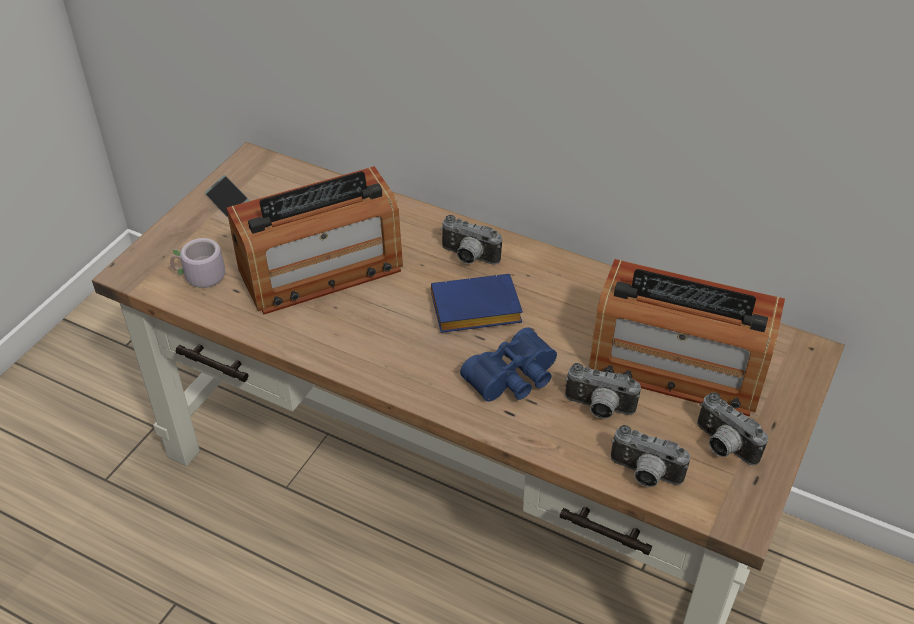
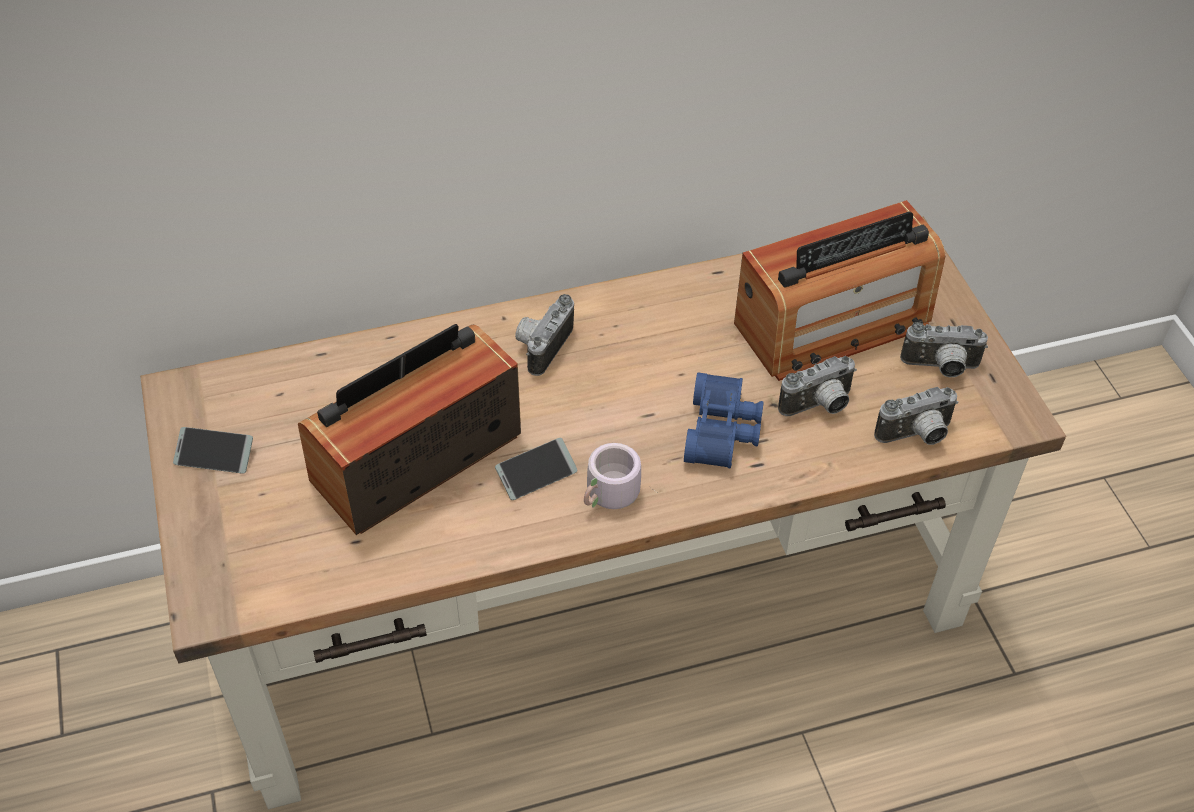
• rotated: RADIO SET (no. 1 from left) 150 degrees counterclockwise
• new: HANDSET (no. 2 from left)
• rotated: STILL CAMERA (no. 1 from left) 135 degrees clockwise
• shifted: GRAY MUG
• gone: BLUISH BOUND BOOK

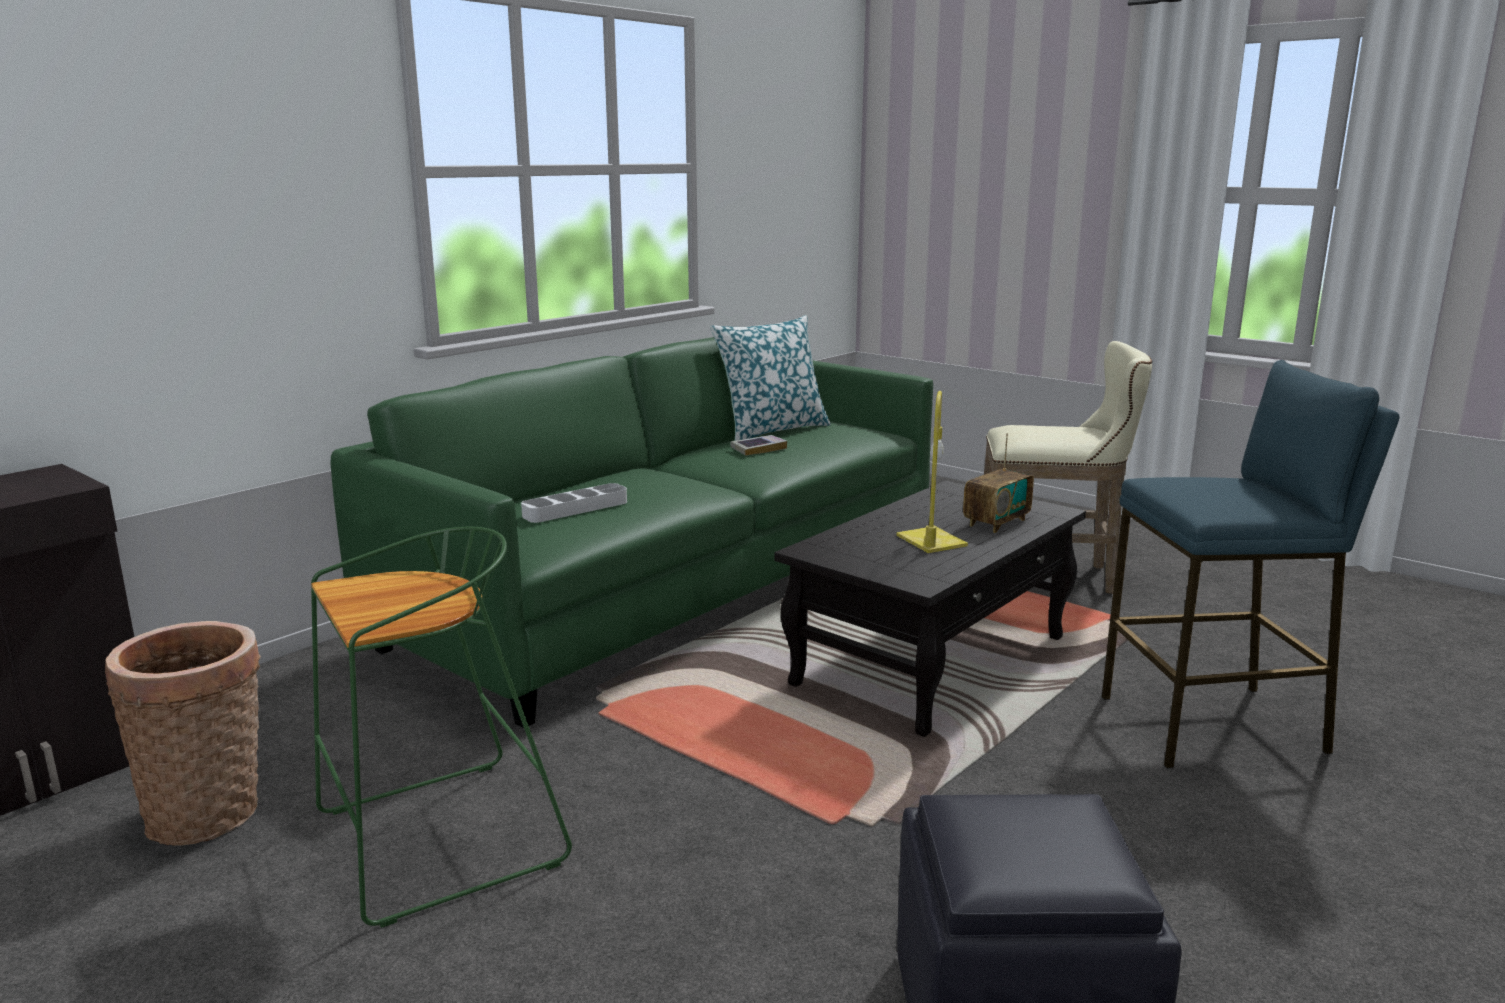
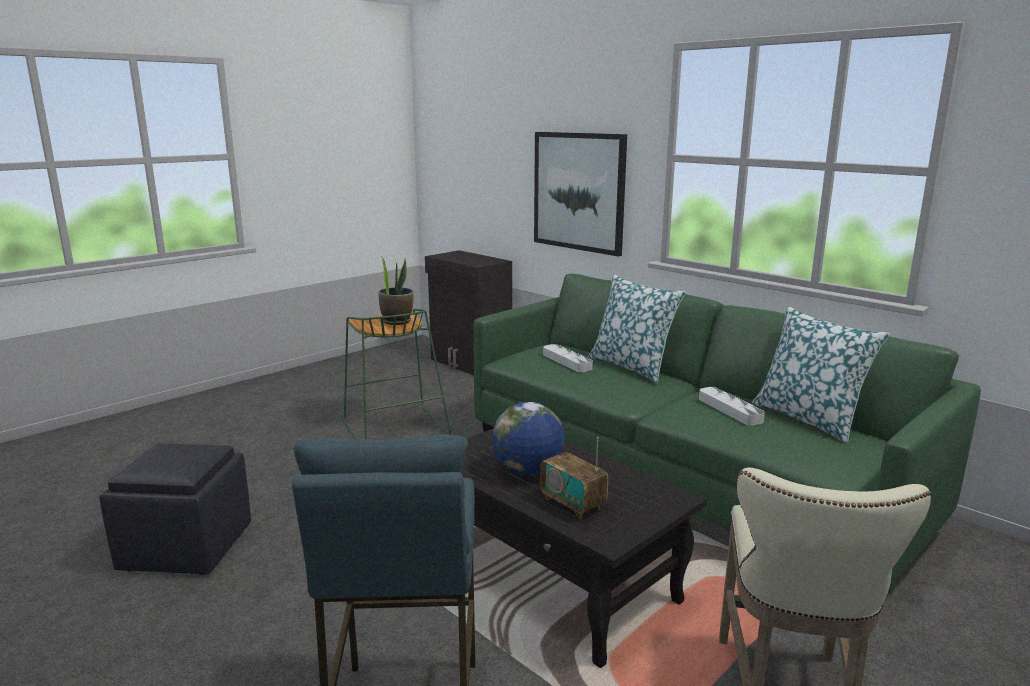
• new: PLANT IN A POT
• swapped: YELLOWISH LAMP FOR A TABLE to WORLD GLOBE
• new: PICTURE
• new: PILLOW (no. 1 from left)
• swapped: BOUND BOOK to GRAY CARRYING TRAY (no. 2 from left)
• gone: BASKET

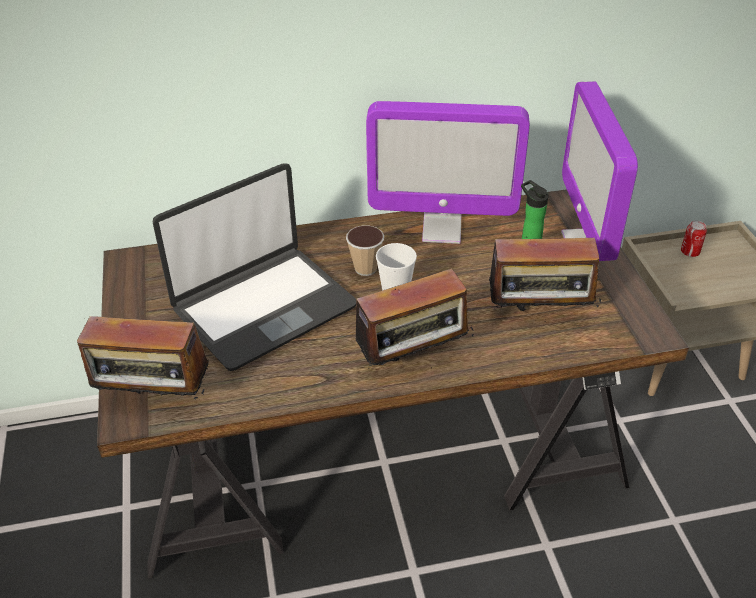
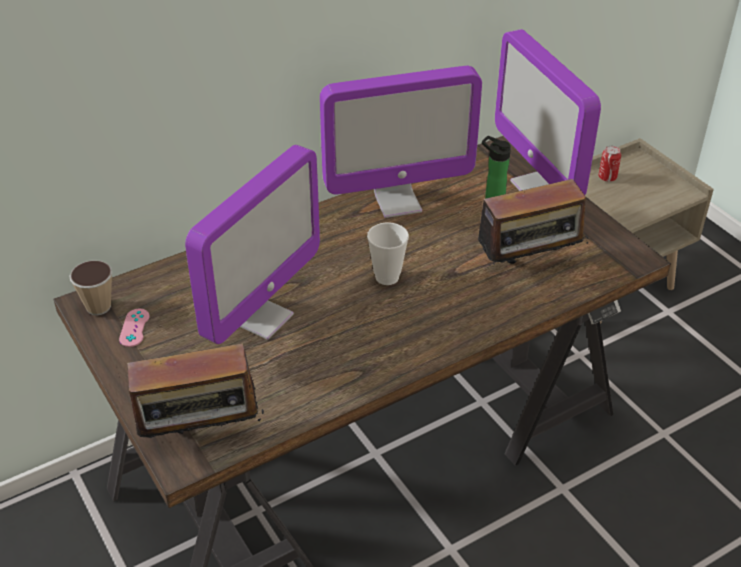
• shifted: DRINKING CUP (no. 1 from left)
• new: PINK-COLOURED GAME CONTROLLER
• swapped: NOTEBOOK COMPUTER to COMPUTER DISPLAY (no. 1 from left)
• gone: RADIO SET (no. 2 from left)

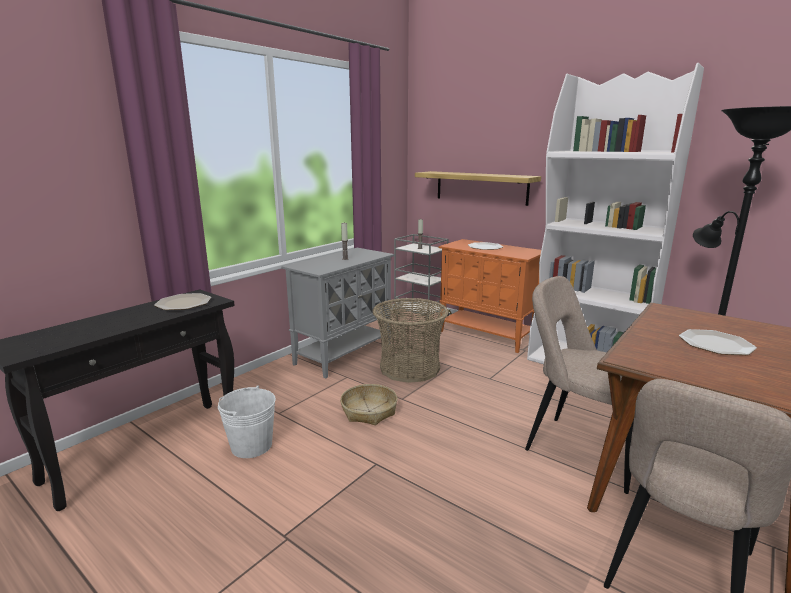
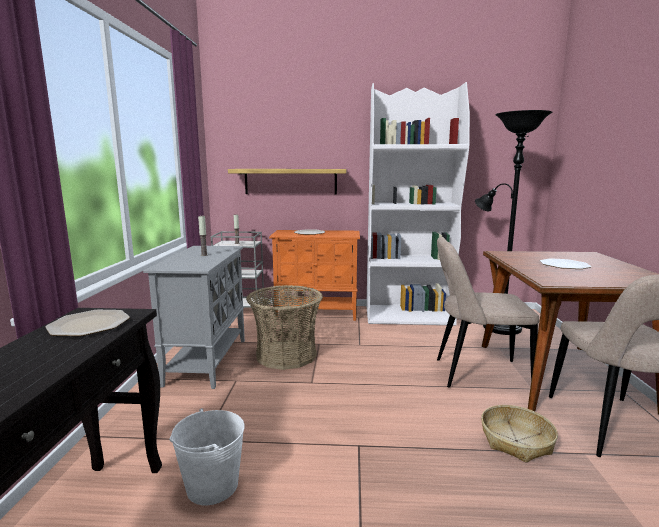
• shifted: BASKET (no. 1 from left in the first image) to BASKET (no. 2 from left)

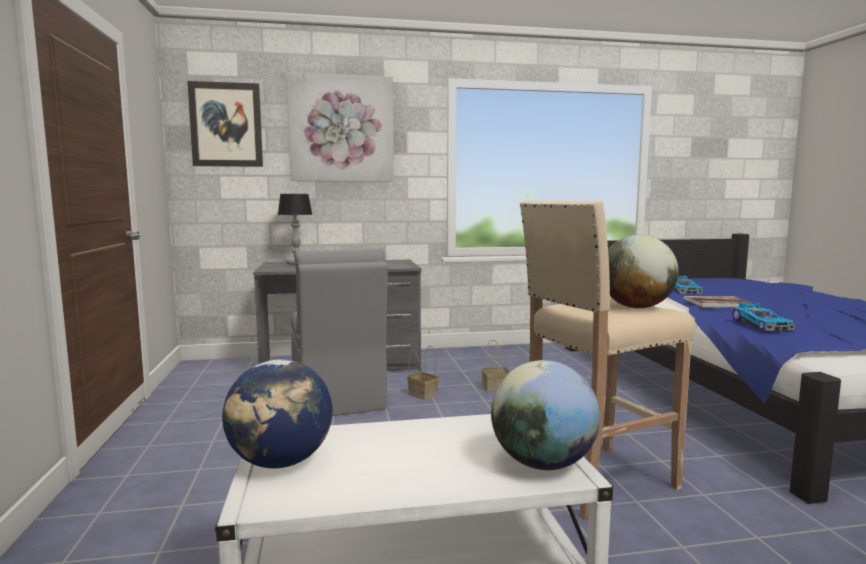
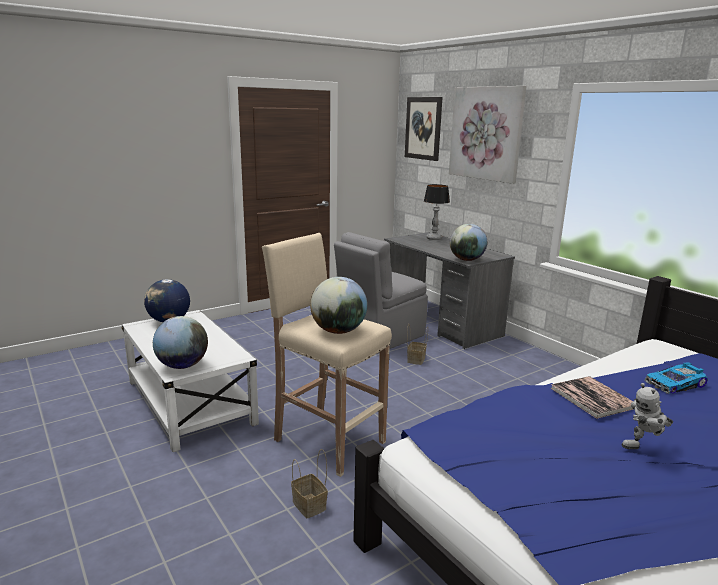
• shifted: BASKET (no. 2 from left in the first image) to BASKET (no. 1 from left)
• new: WORLD GLOBE (no. 4 from left)
• new: TOY ROBOT
• gone: MINIATURE CAR (no. 2 from left)

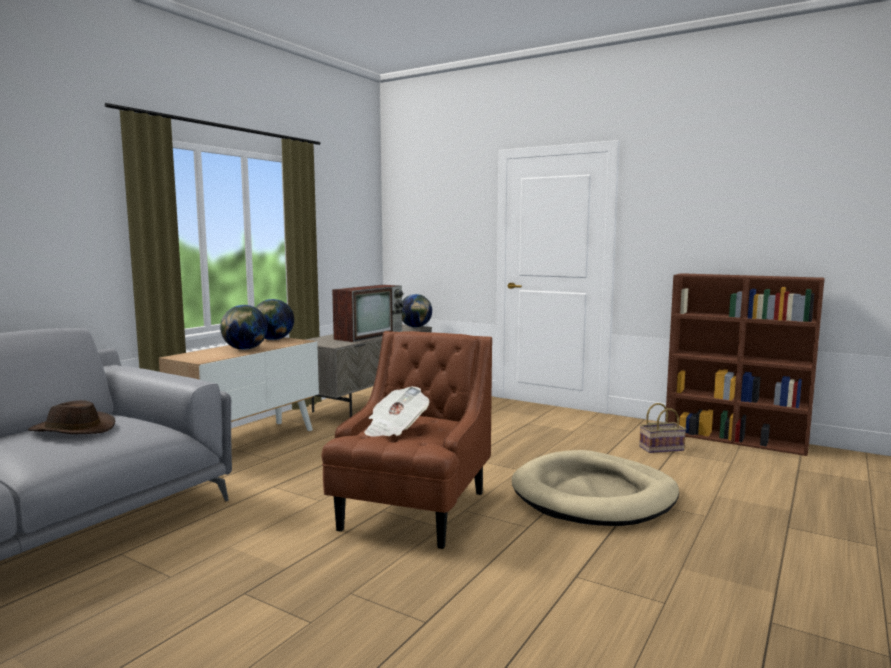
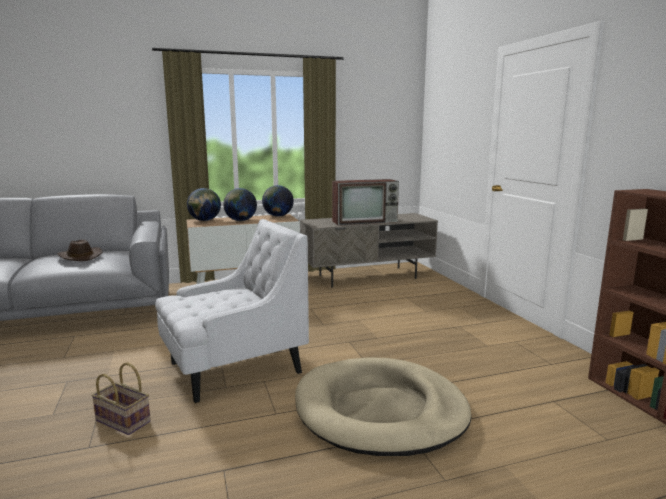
• shifted: BASKET
• repainted: BROWN LOUNGE CHAIR to WHITE-COLOURED LOUNGE CHAIR
• shifted: WORLD GLOBE (no. 3 from left in the first image) to WORLD GLOBE (no. 1 from left)
• gone: DAILY PAPER

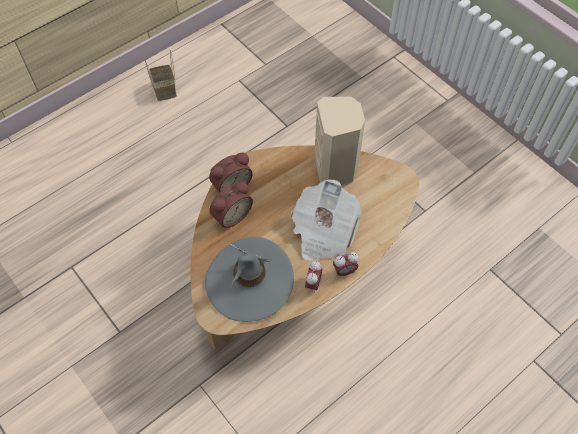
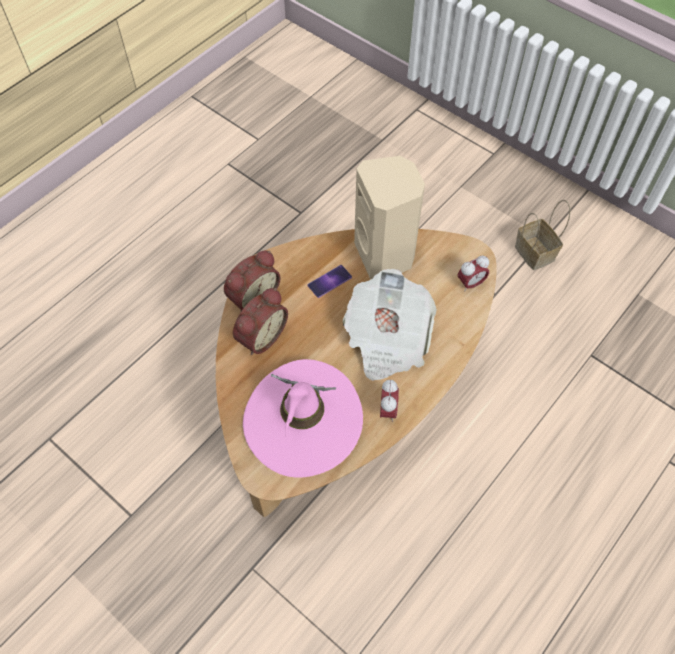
• repainted: GRAY WEARABLE HAT to PINK-COLOURED WEARABLE HAT
• new: HANDSET
• shifted: TABLE CLOCK (no. 4 from left)
• shifted: BASKET

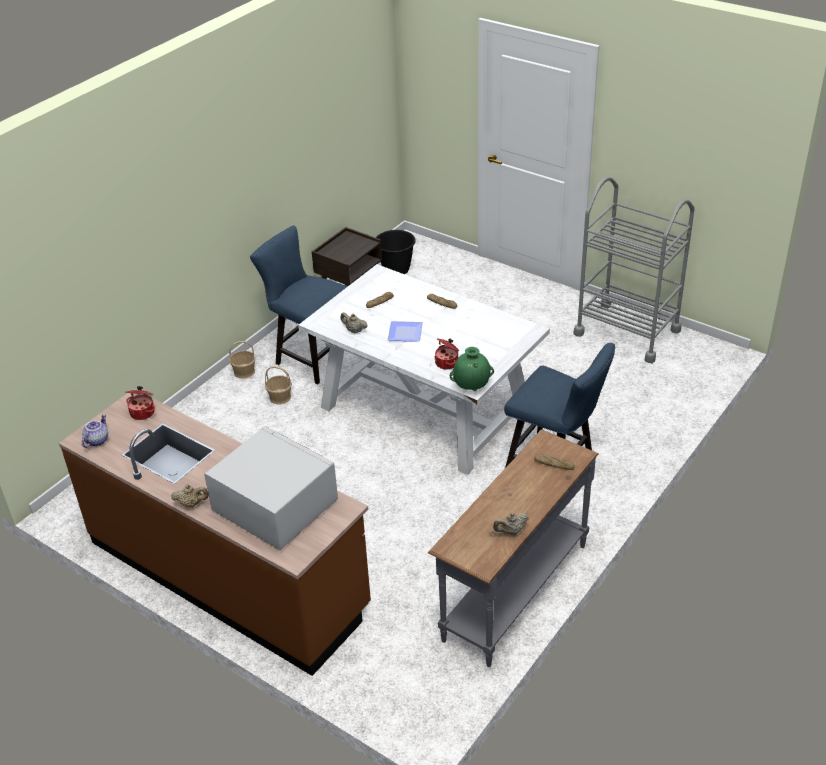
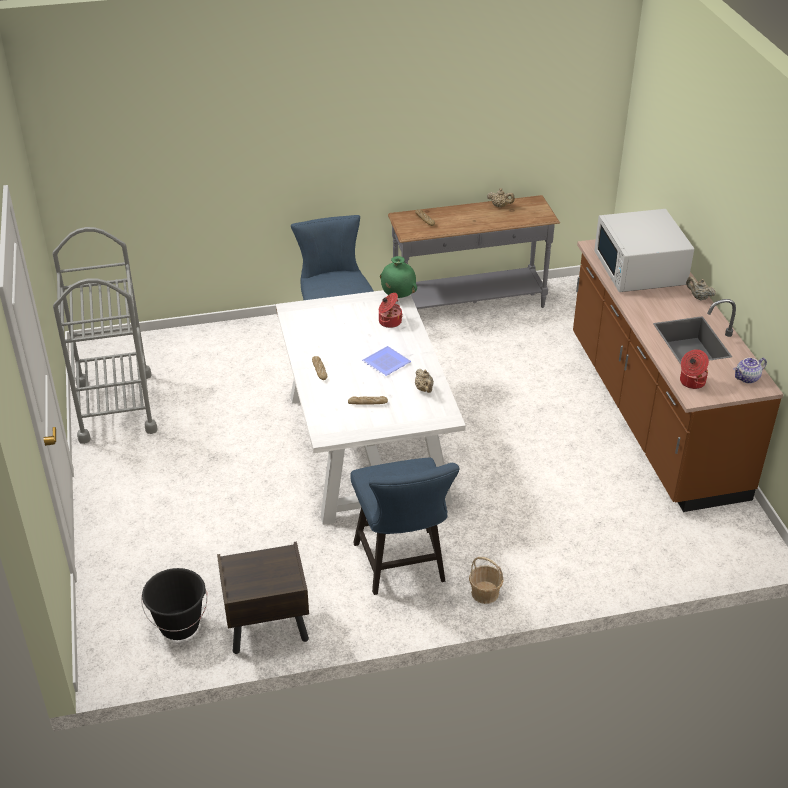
• gone: BASKET (no. 2 from left)

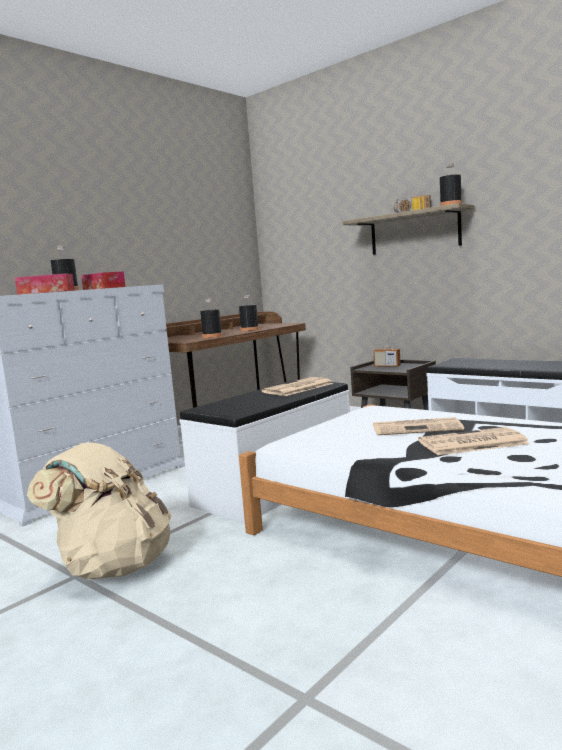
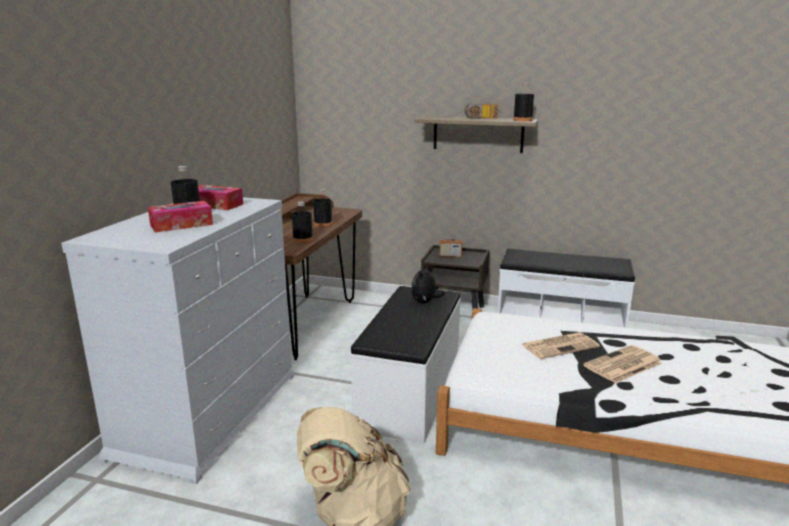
• swapped: DAILY PAPER (no. 1 from left) to CUDDLY TOY

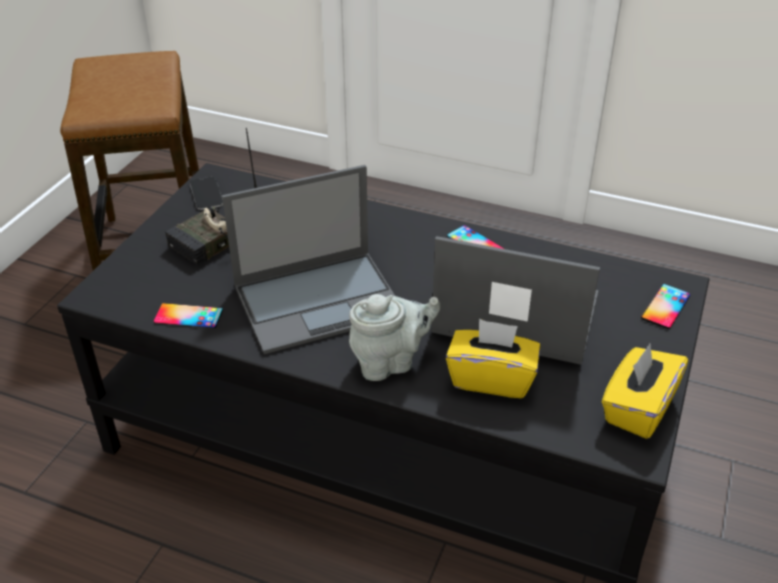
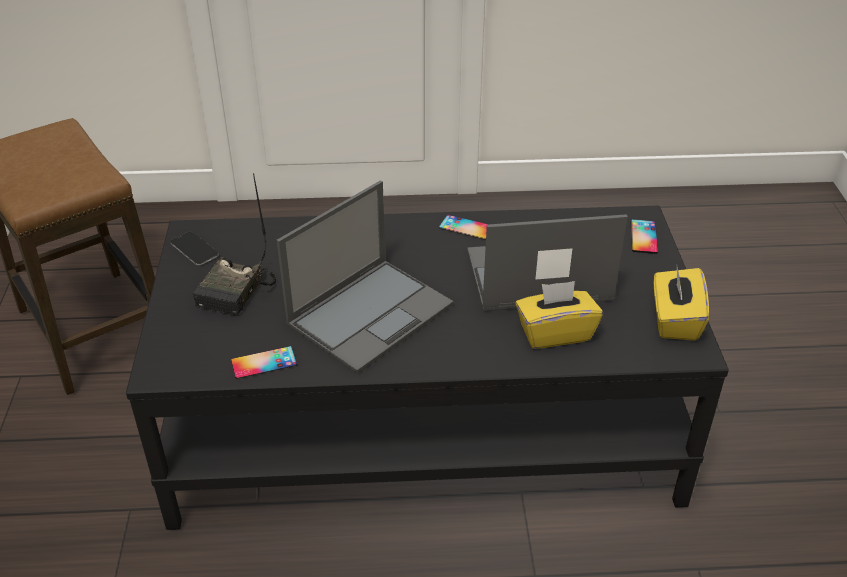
• gone: GRAY TEA POT

